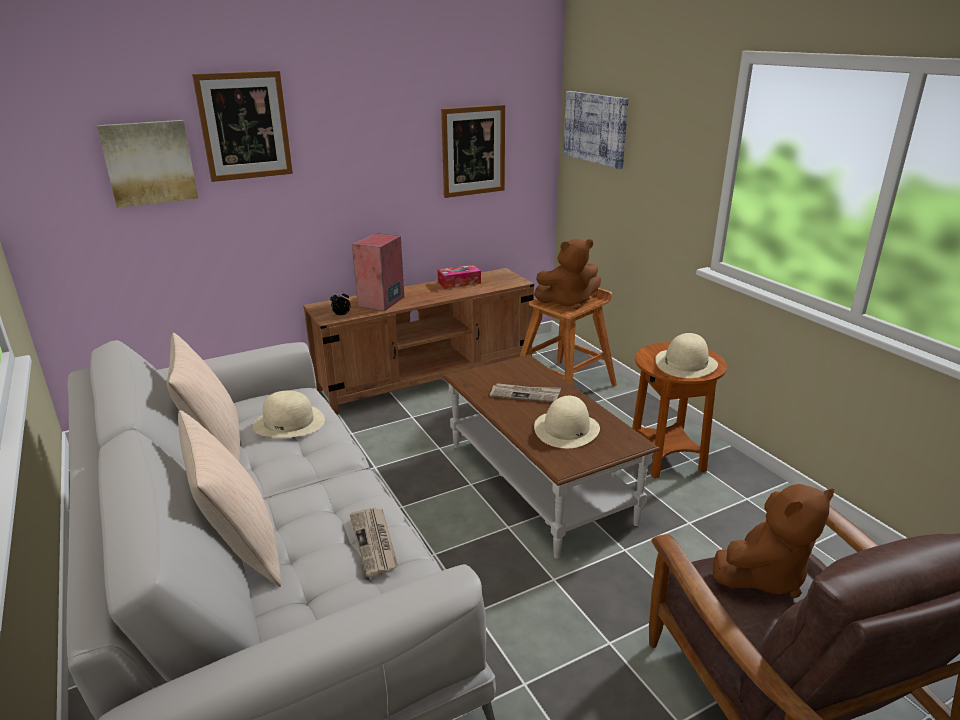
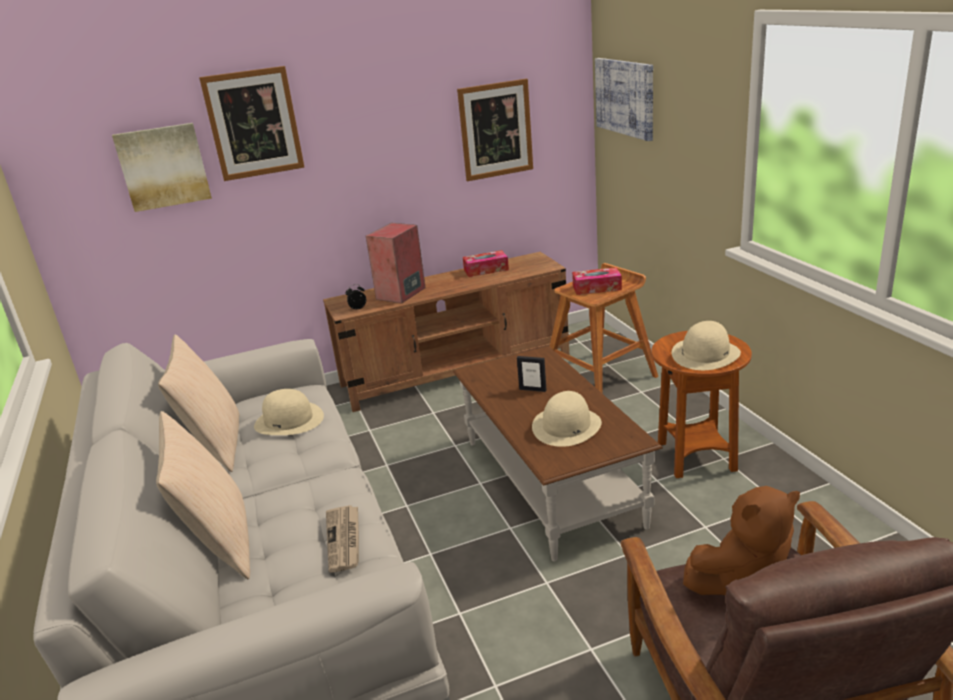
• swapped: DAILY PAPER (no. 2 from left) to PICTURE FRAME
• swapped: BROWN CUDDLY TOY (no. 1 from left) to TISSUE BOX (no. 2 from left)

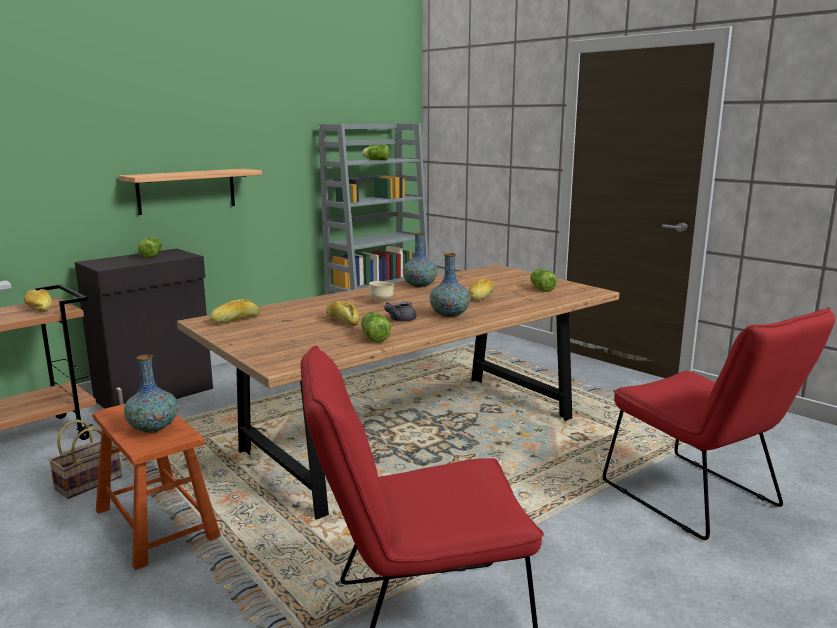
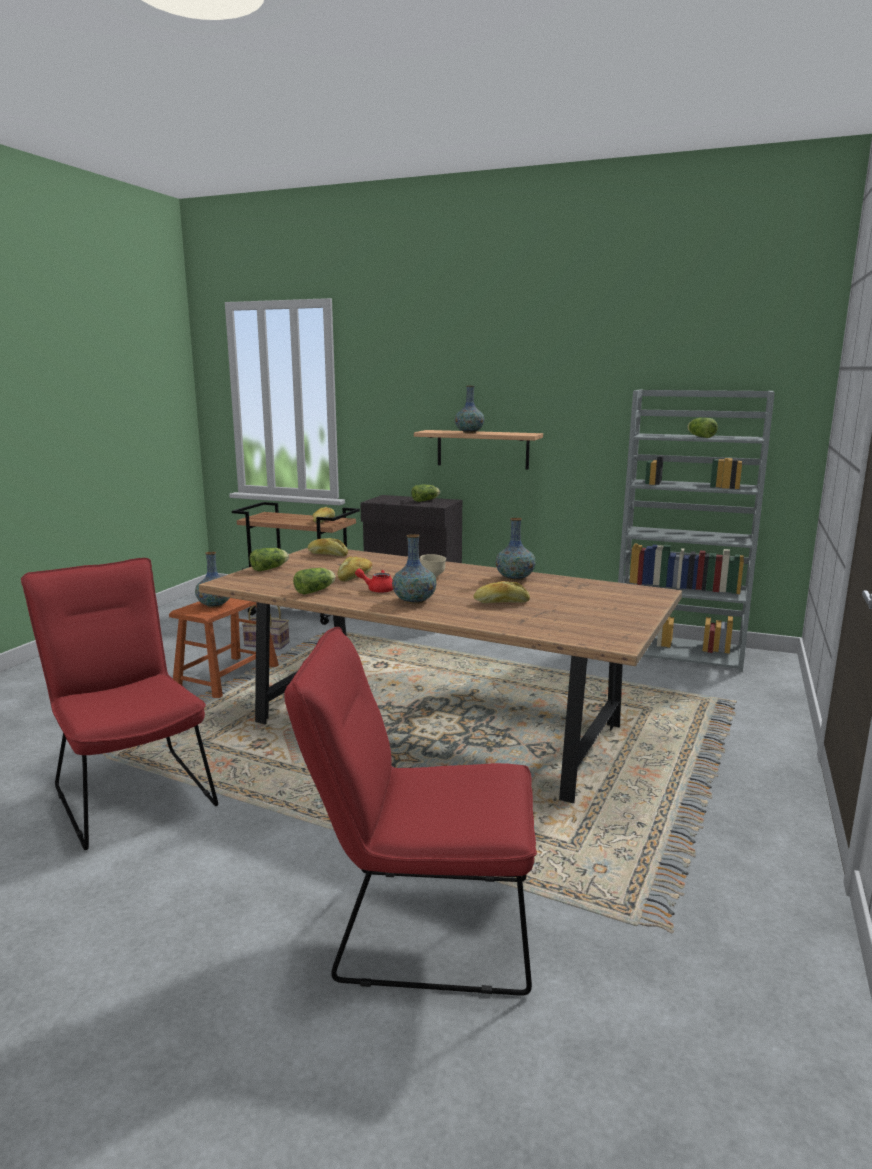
• shifted: LETTUCE HEAD (no. 4 from left in the first image) to LETTUCE HEAD (no. 1 from left)
• rotated: RED CHAIR (no. 2 from left) 60 degrees clockwise
• repainted: GRAY TEA POT to RED TEA POT
• new: VASE (no. 3 from left)

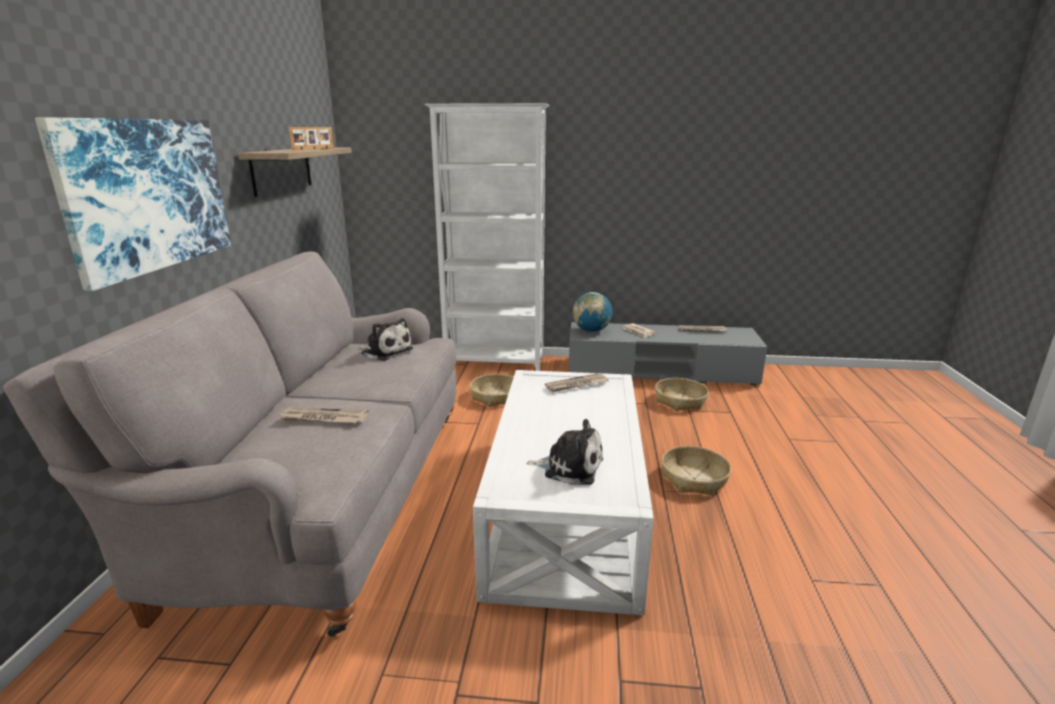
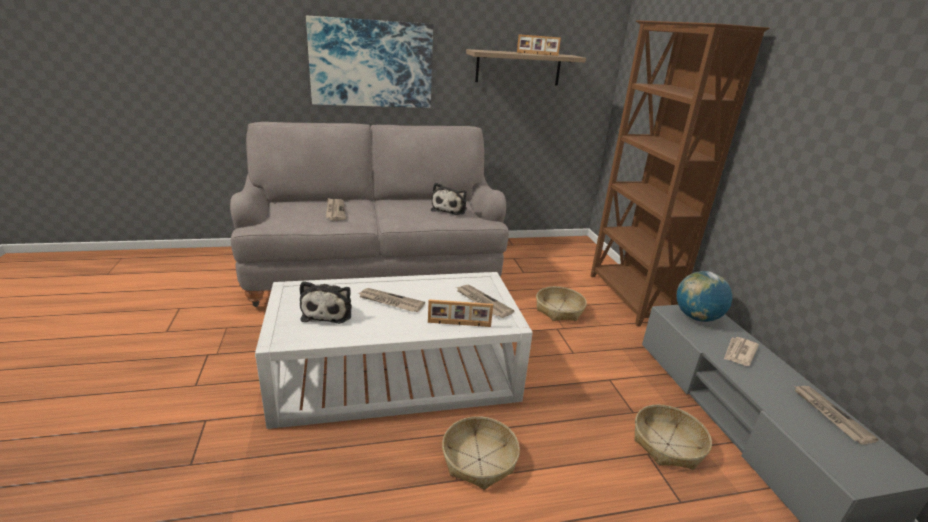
• new: DAILY PAPER (no. 2 from left)
• new: PICTURE FRAME (no. 1 from left)
• repainted: WHITE-COLOURED SHELVING UNIT to BROWN SHELVING UNIT

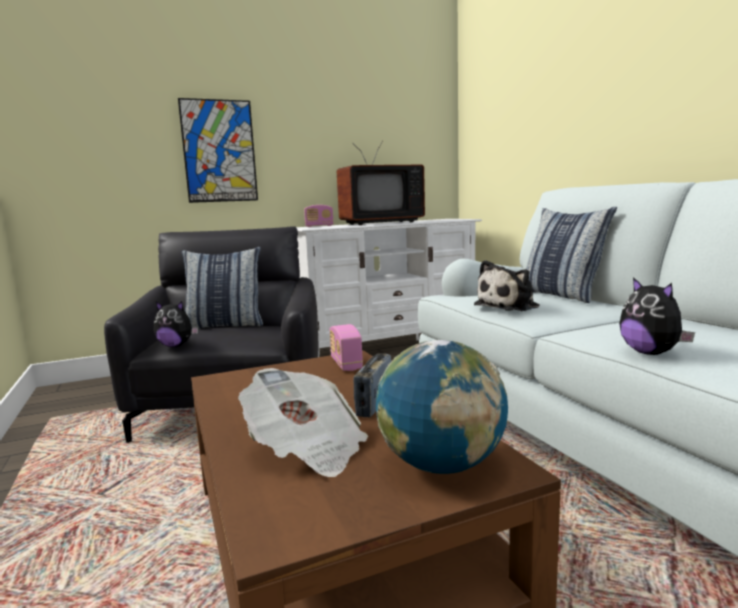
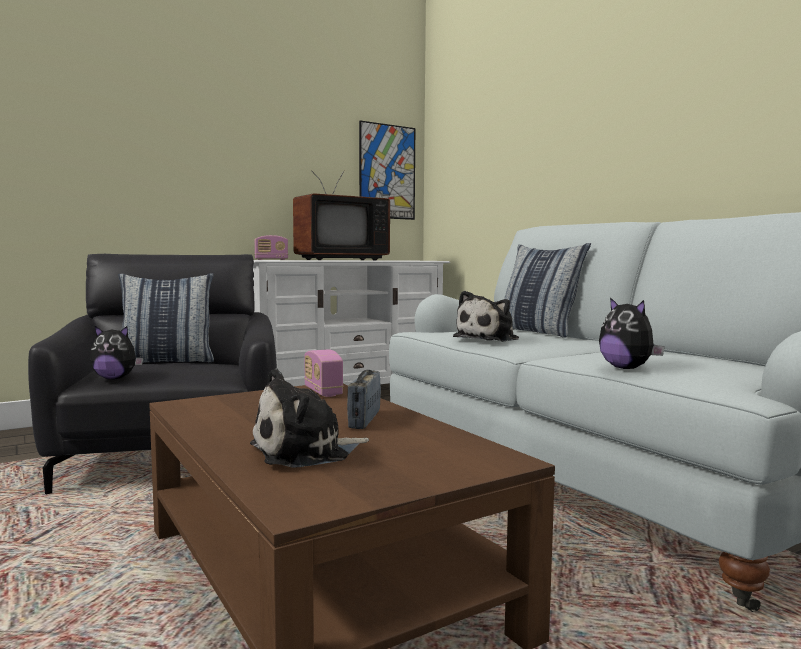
• swapped: DAILY PAPER to CUDDLY TOY (no. 2 from left)
• shifted: PICTURE
• gone: WORLD GLOBE

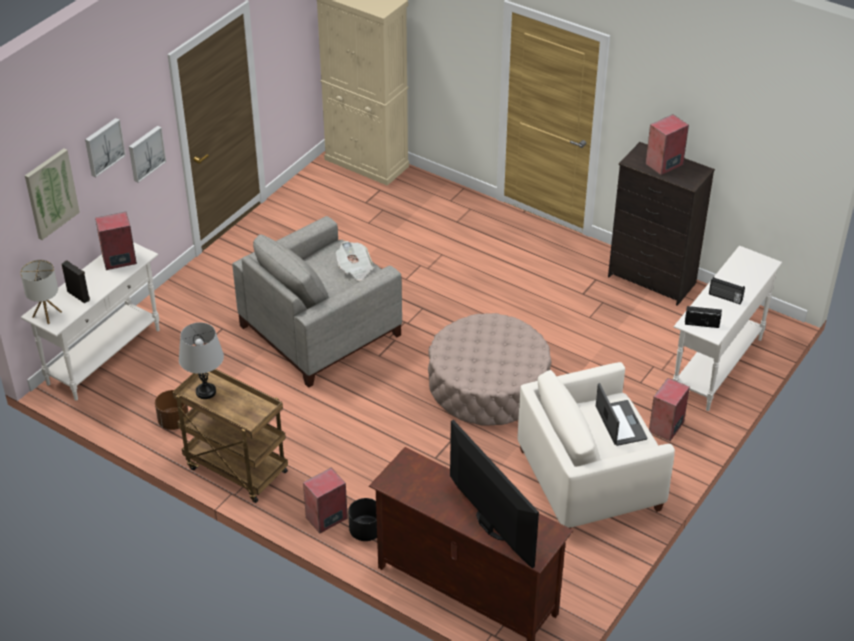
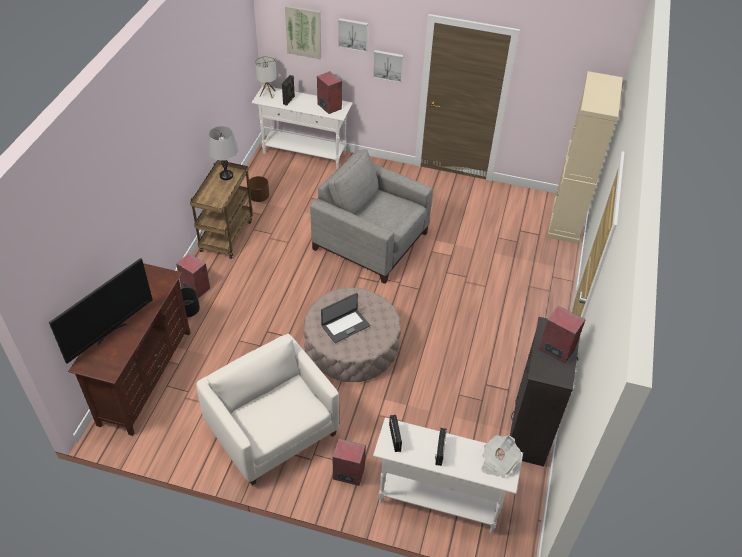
• shifted: NOTEBOOK COMPUTER
• shifted: DAILY PAPER

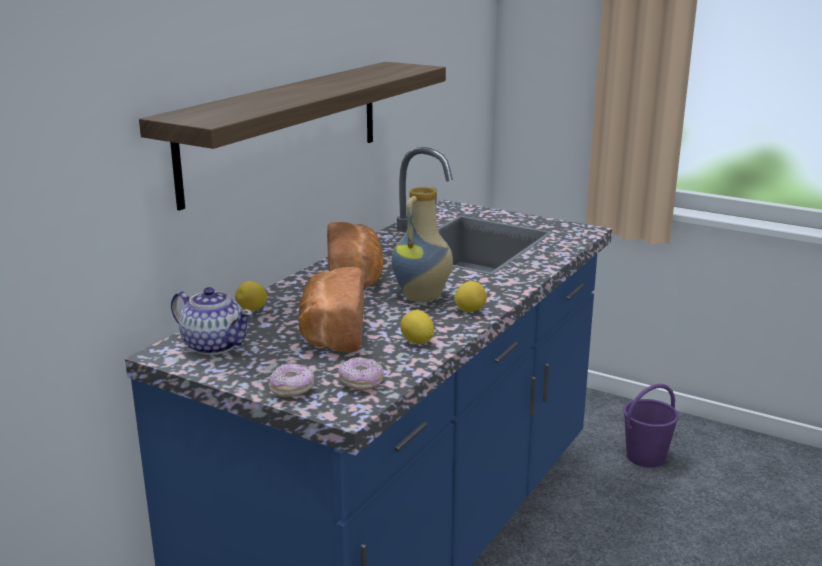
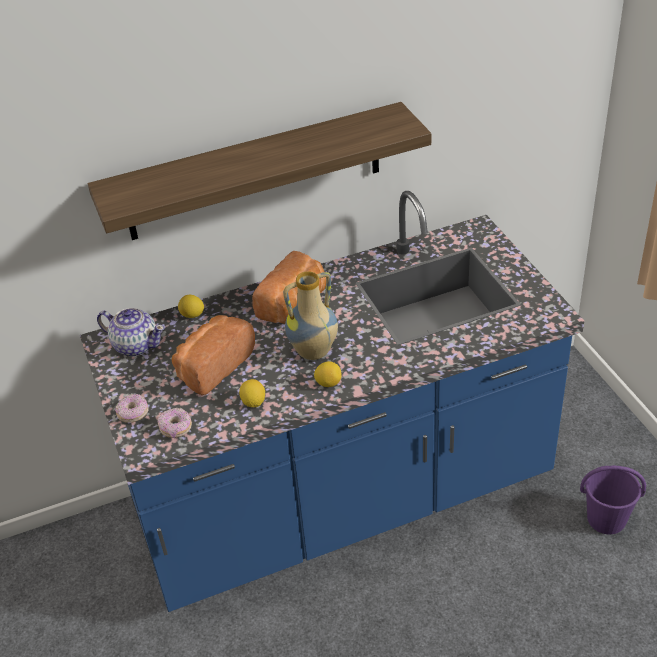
• rotated: TEA POT 45 degrees counterclockwise

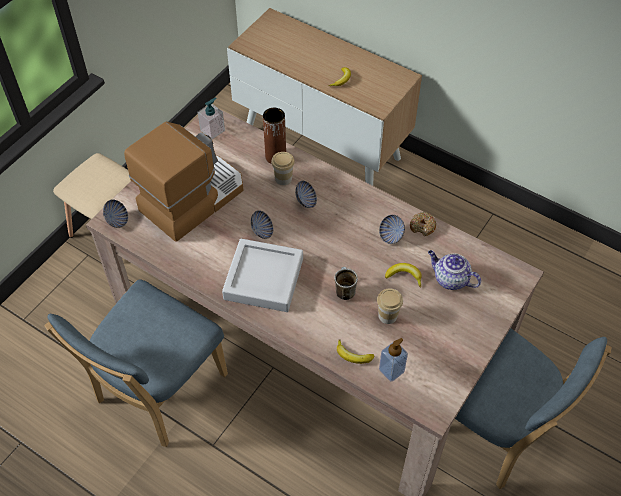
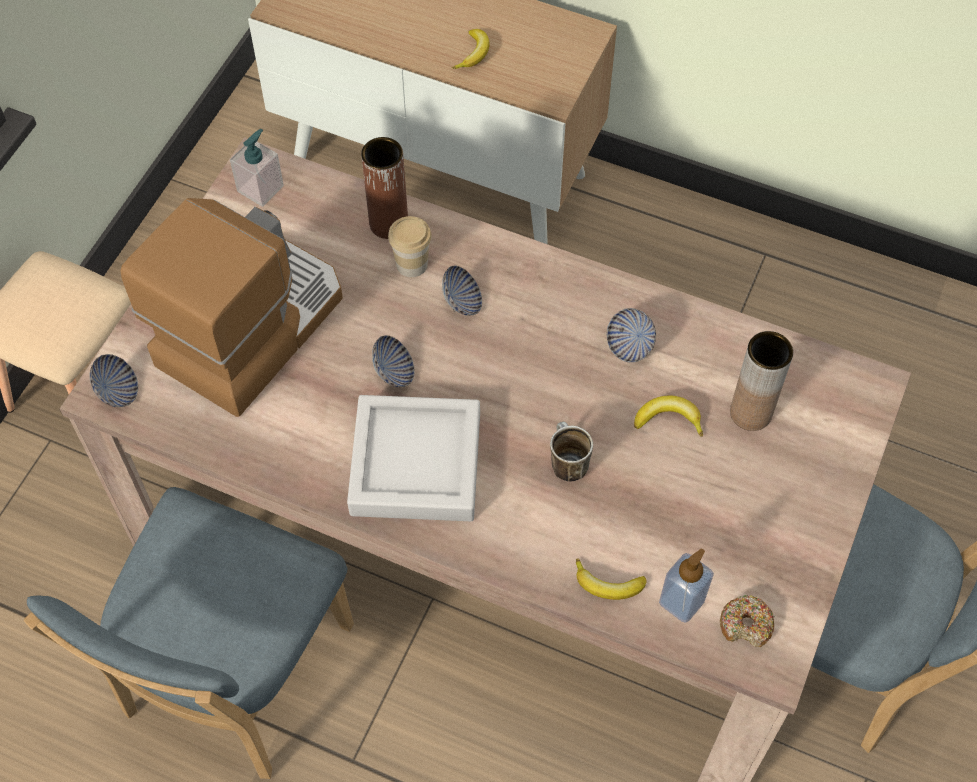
• shifted: RING DOUGHNUT
• swapped: TEA POT to BROWN VASE (no. 2 from left)
• gone: DRINKING CUP (no. 2 from left)

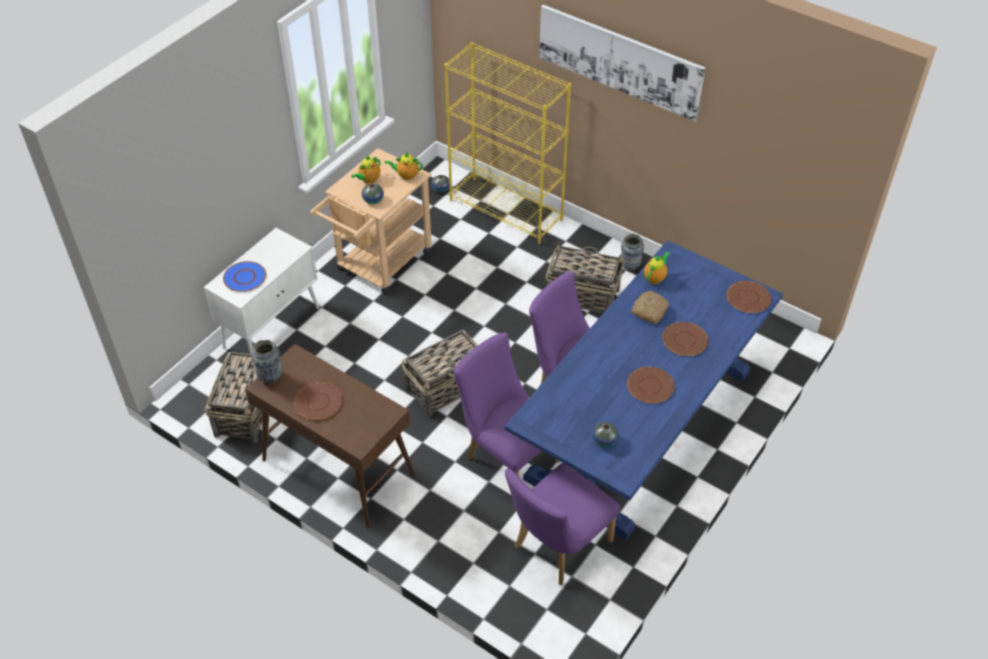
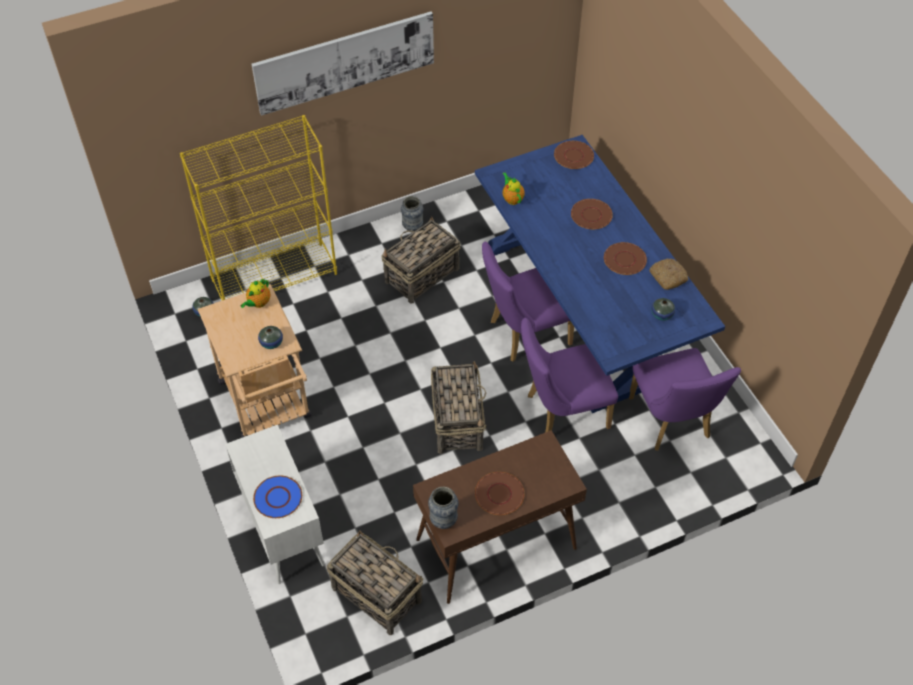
• shifted: BREAD
• gone: TEA POT (no. 1 from left)

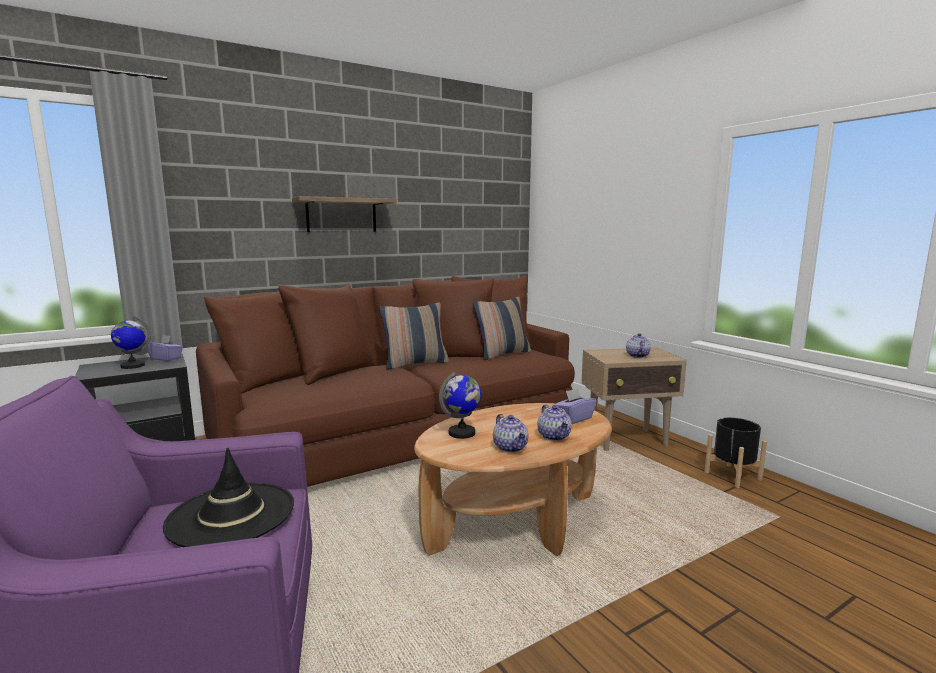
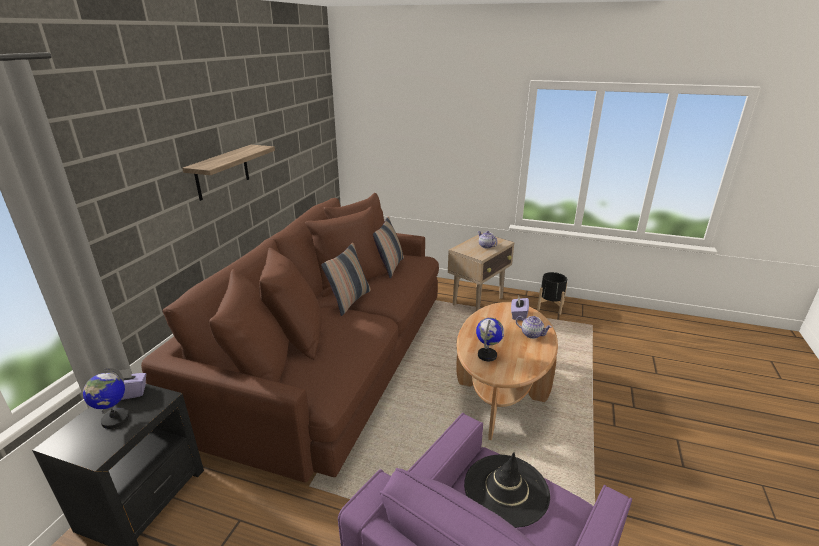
• gone: TEA POT (no. 1 from left)

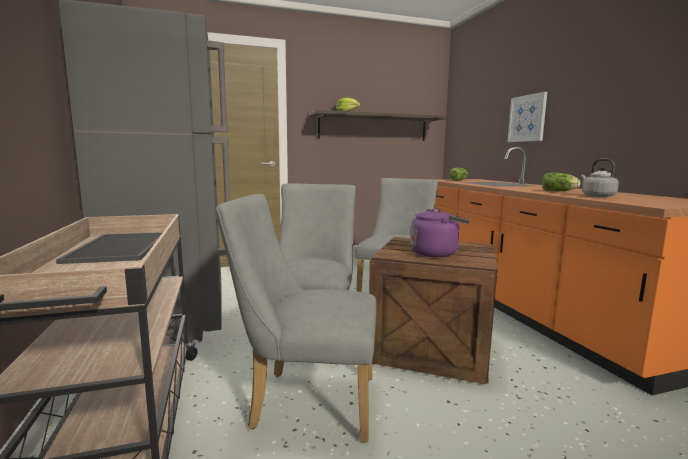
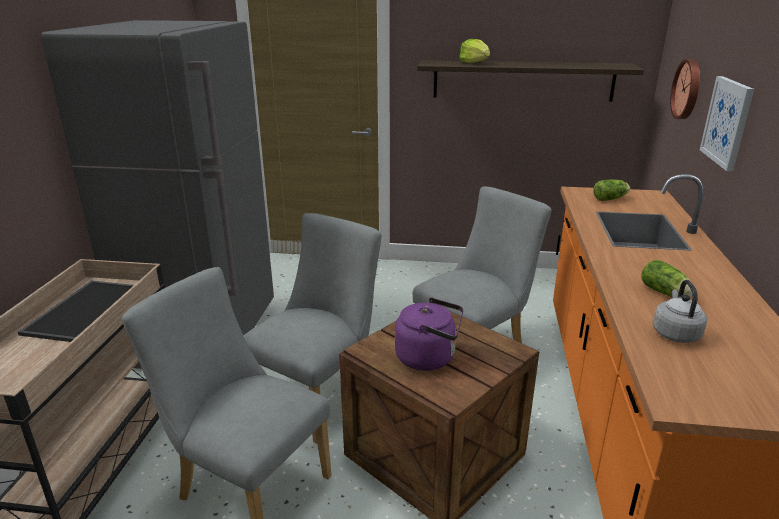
• new: HANGING CLOCK

